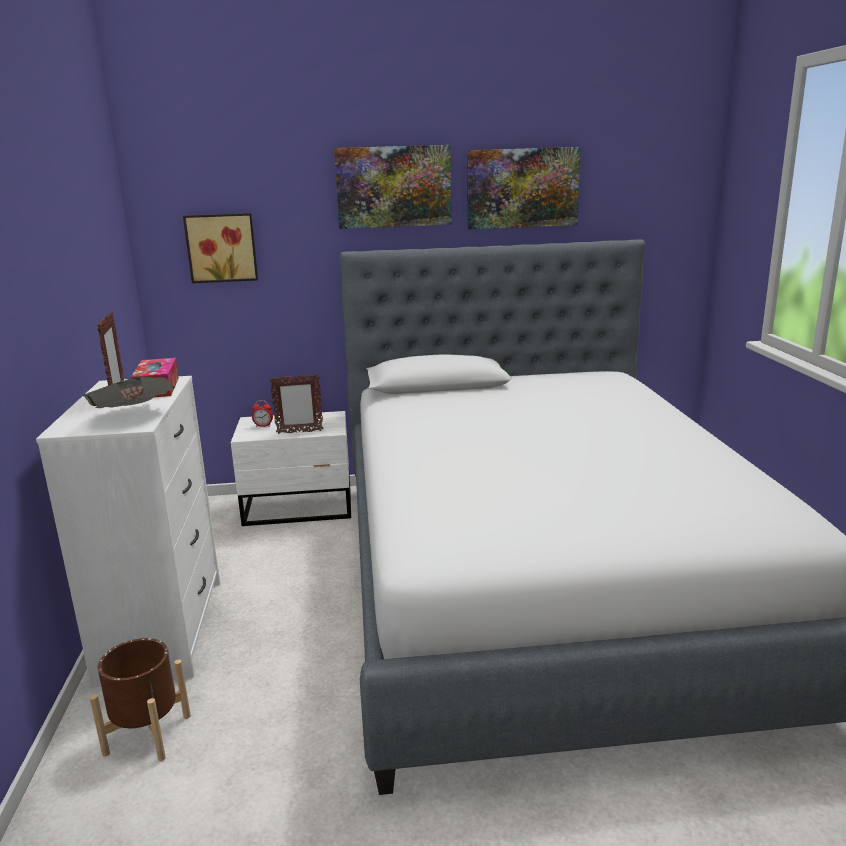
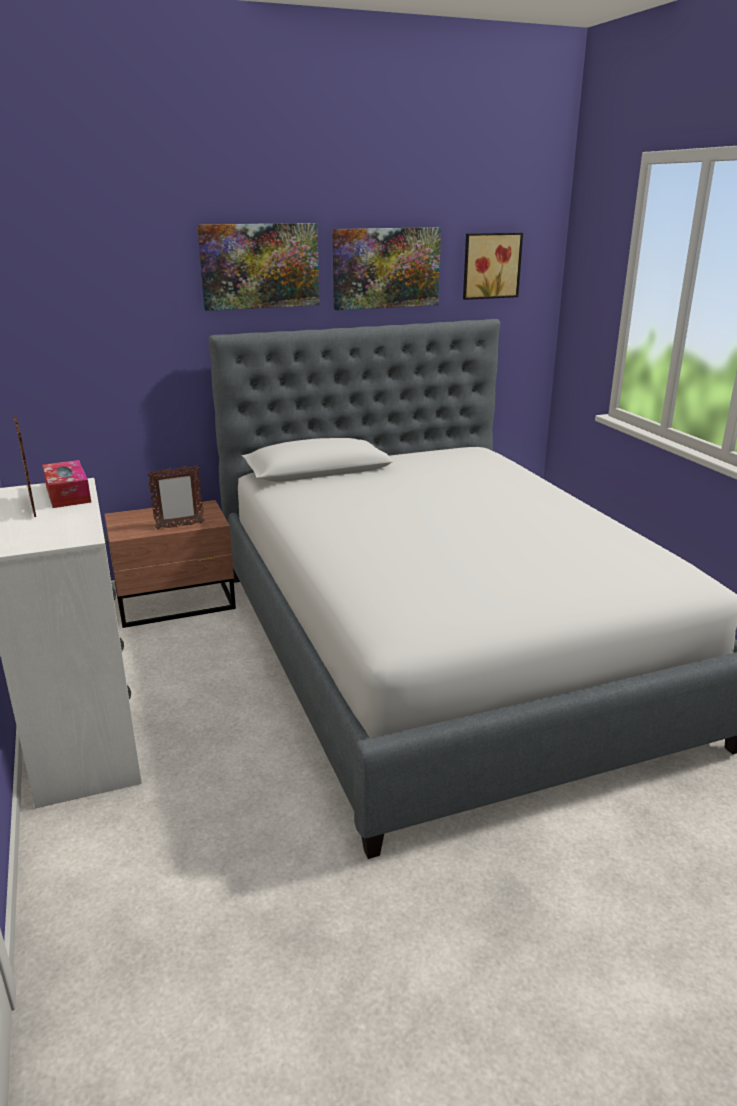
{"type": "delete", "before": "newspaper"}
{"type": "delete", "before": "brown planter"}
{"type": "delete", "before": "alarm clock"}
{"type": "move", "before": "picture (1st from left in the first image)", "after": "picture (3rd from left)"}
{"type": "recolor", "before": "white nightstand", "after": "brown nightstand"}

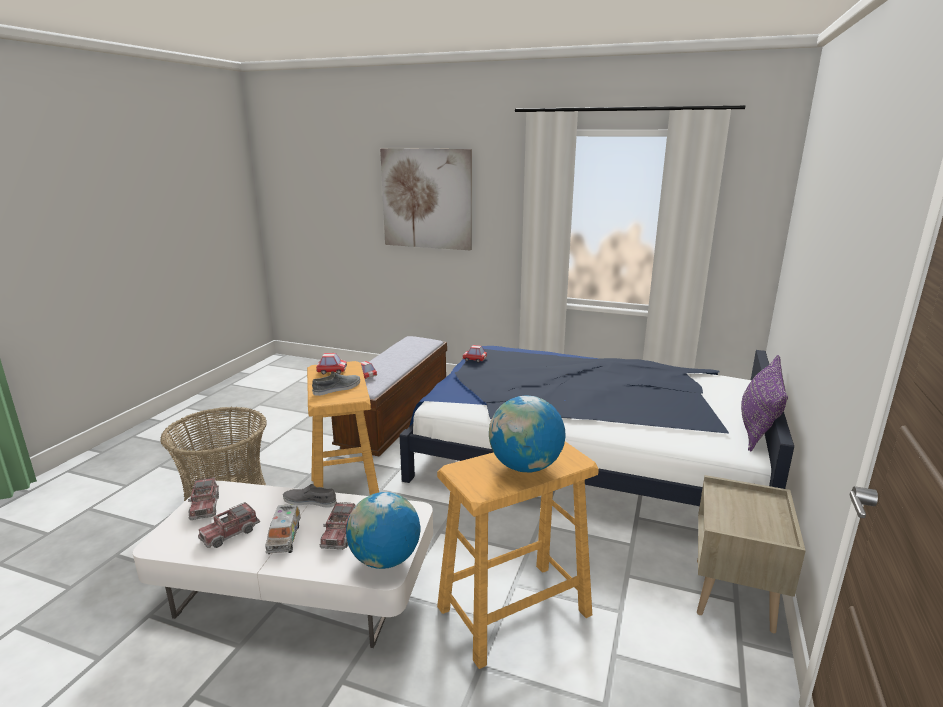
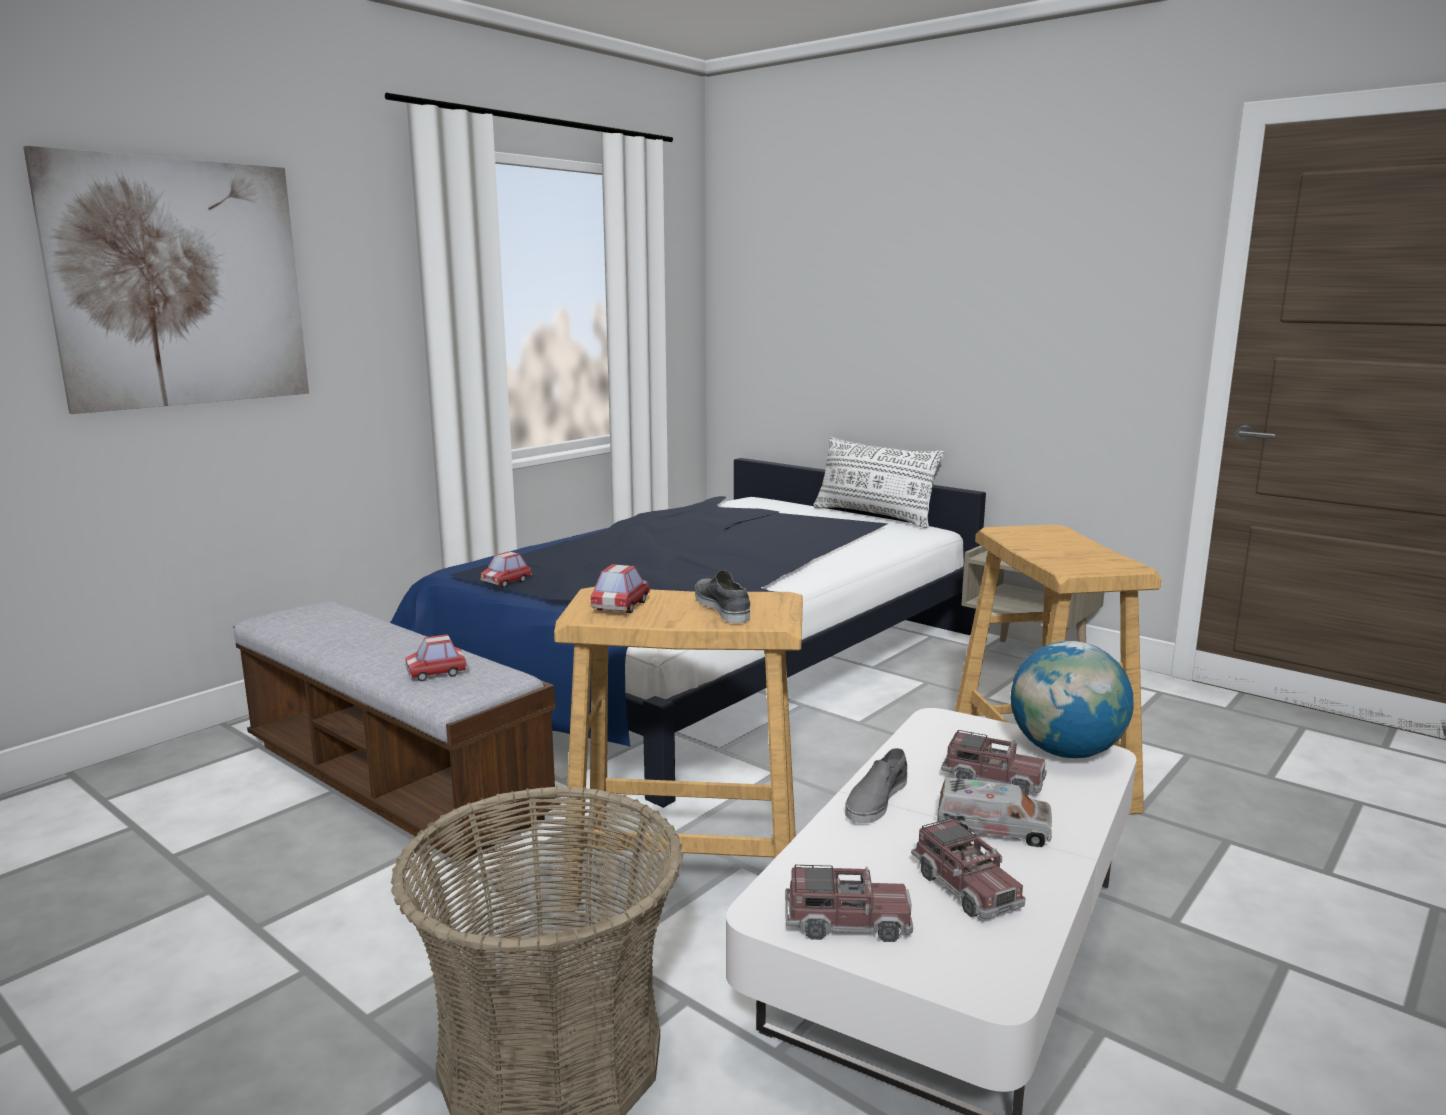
{"type": "delete", "before": "globe (2nd from left)"}
{"type": "recolor", "before": "purple pillow", "after": "white pillow"}

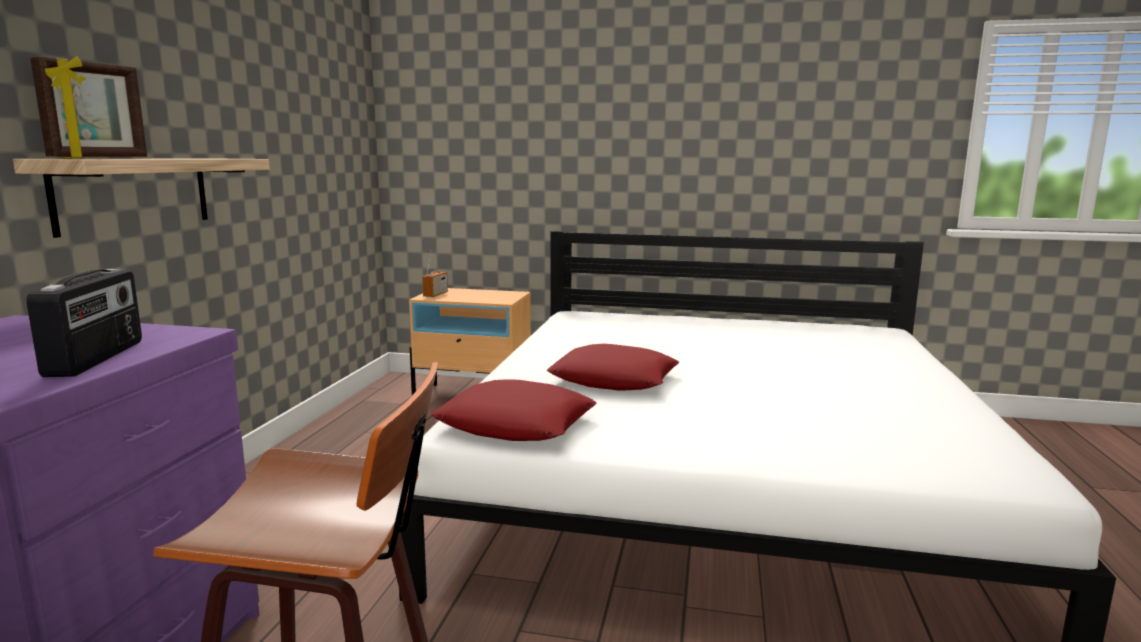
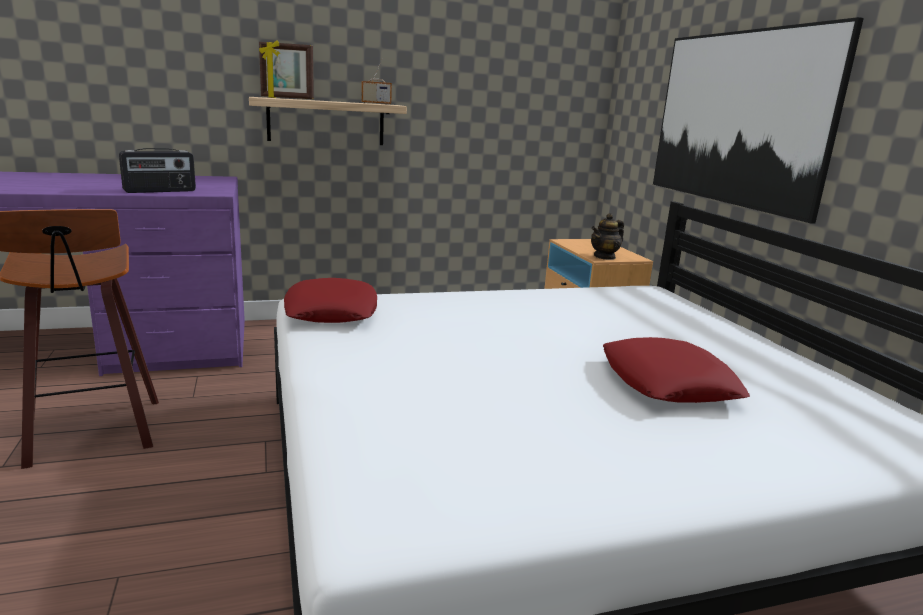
{"type": "insert", "after": "teapot"}
{"type": "insert", "after": "picture"}
{"type": "move", "before": "radio (2nd from left)"}
{"type": "move", "before": "red pillow (2nd from left)"}

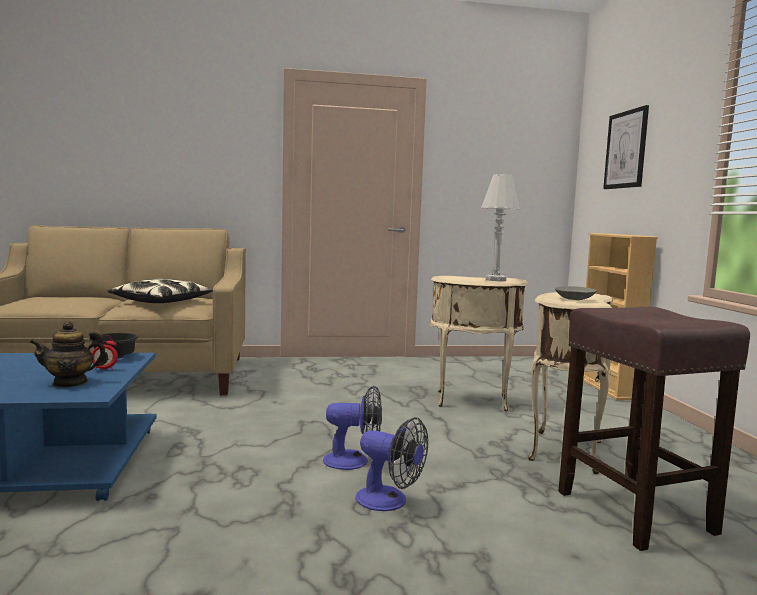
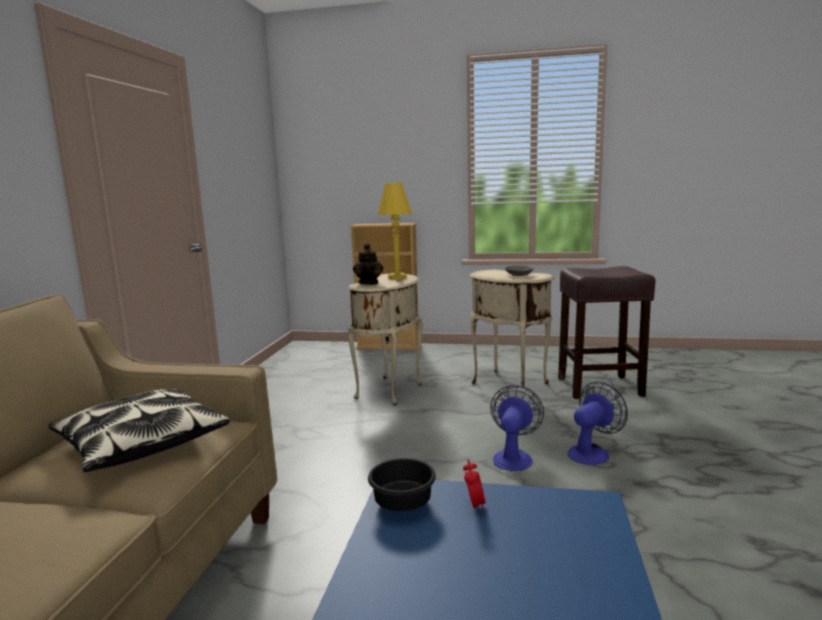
{"type": "delete", "before": "picture"}
{"type": "move", "before": "teapot"}
{"type": "recolor", "before": "white table lamp", "after": "yellow table lamp"}

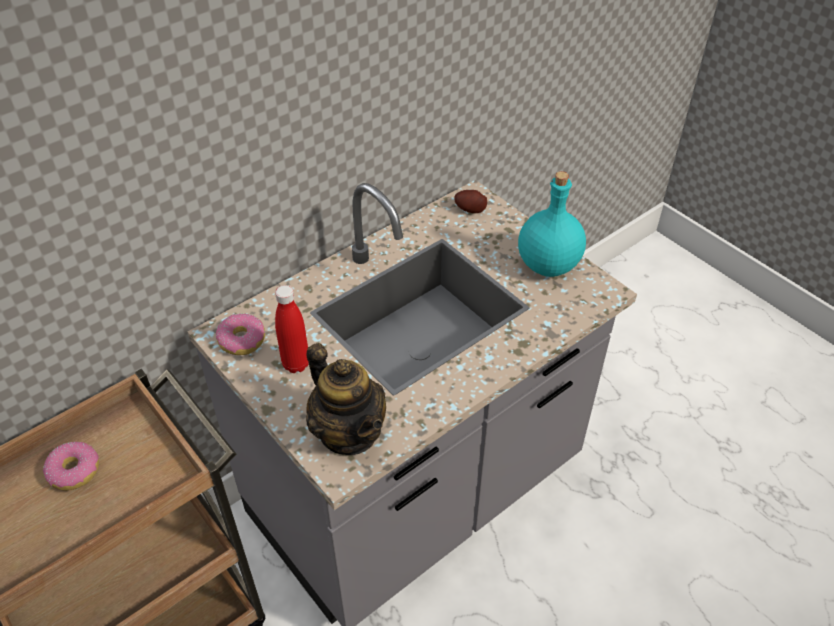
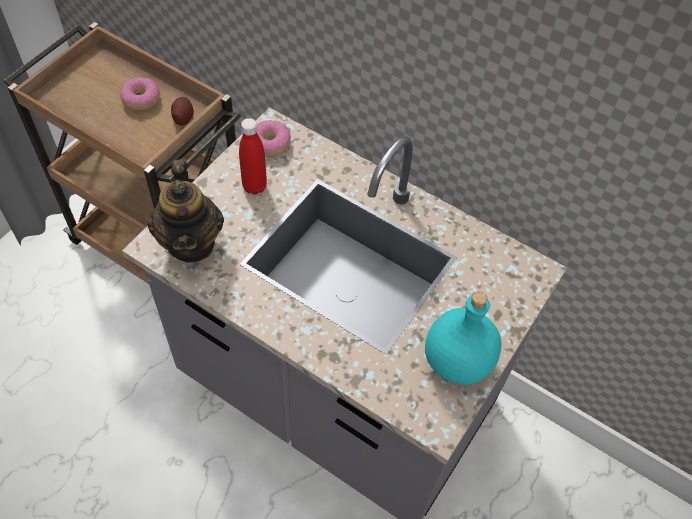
{"type": "move", "before": "potato"}
{"type": "rotate", "before": "teapot", "turn": -45}

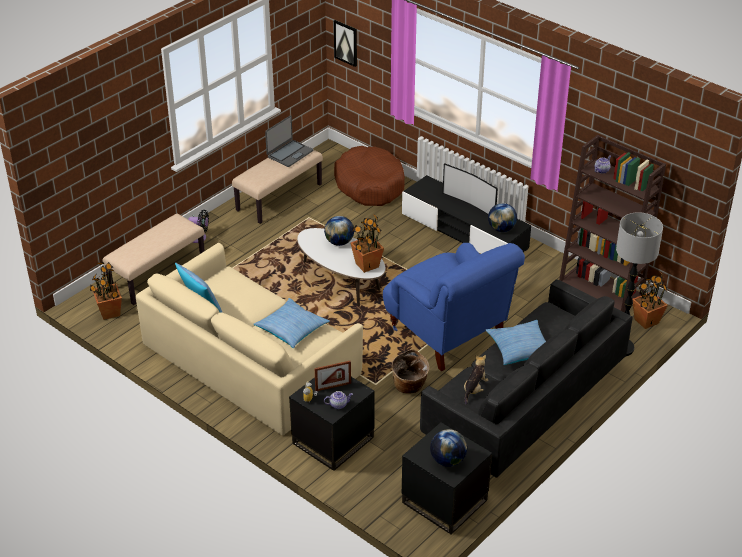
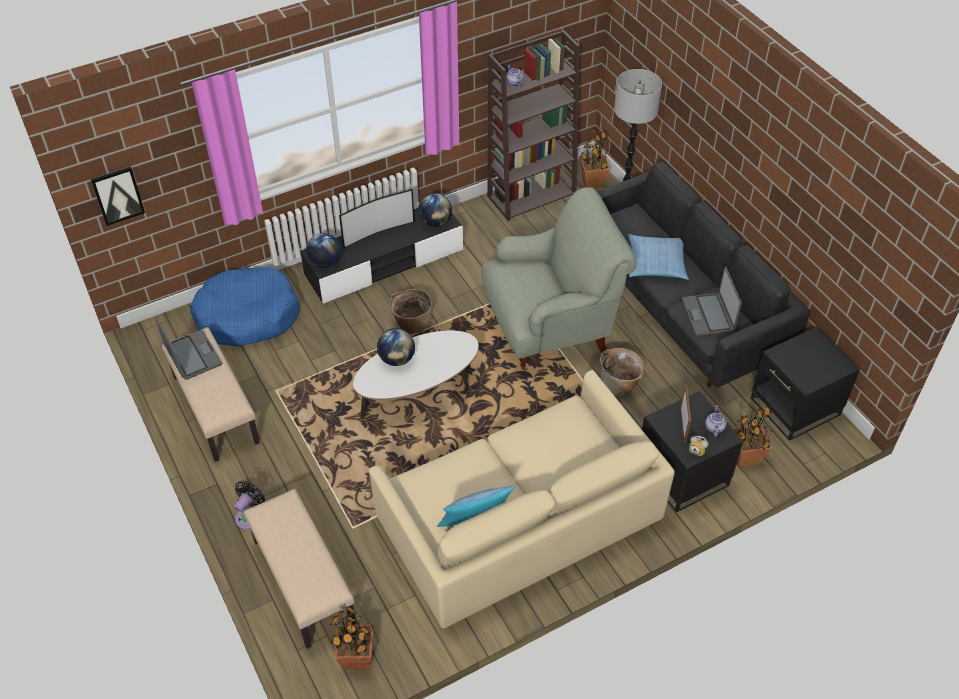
{"type": "delete", "before": "pillow (2nd from left)"}
{"type": "insert", "after": "basket (1st from left)"}
{"type": "move", "before": "potted plant (2nd from left in the first image)", "after": "potted plant (3rd from left)"}
{"type": "move", "before": "globe (2nd from left in the first image)", "after": "globe (1st from left)"}
{"type": "replace", "before": "plush toy", "after": "laptop (2nd from left)"}
{"type": "recolor", "before": "brown dog bed", "after": "blue dog bed"}
{"type": "recolor", "before": "blue armchair", "after": "grey armchair"}

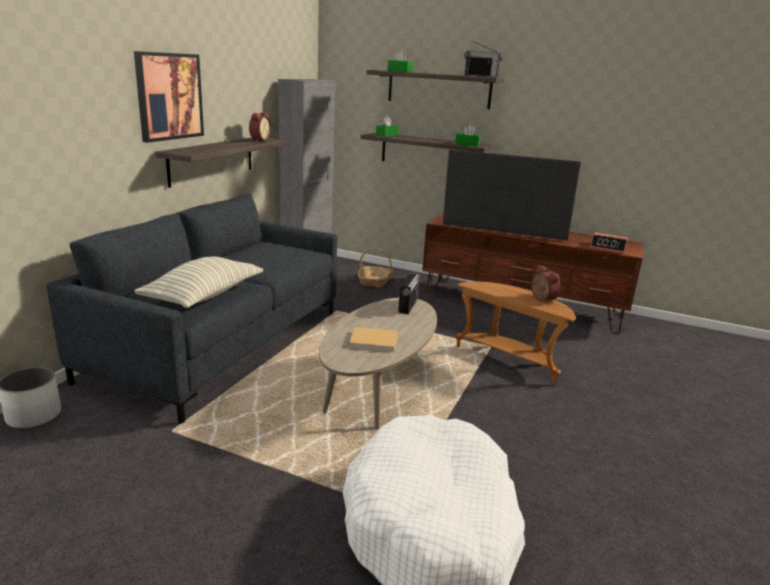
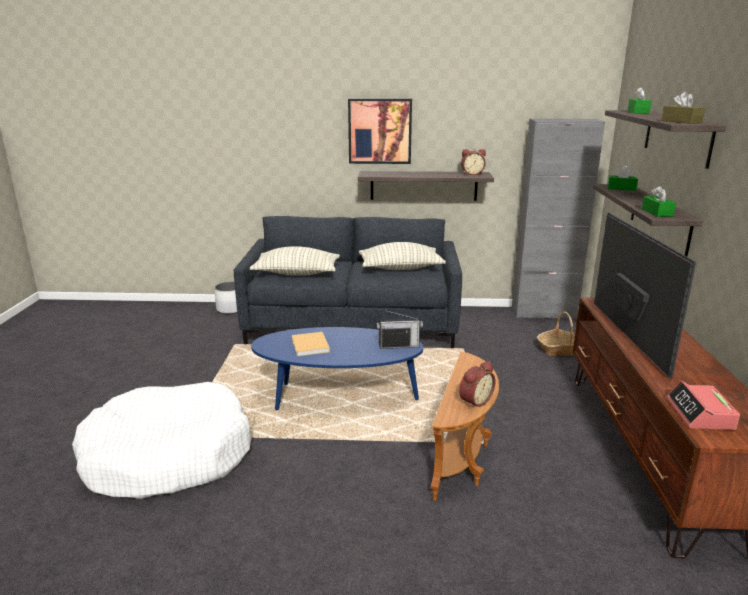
{"type": "insert", "after": "pillow (2nd from left)"}
{"type": "replace", "before": "radio (2nd from left)", "after": "brown tissue box"}
{"type": "recolor", "before": "beige coffee table", "after": "blue coffee table"}

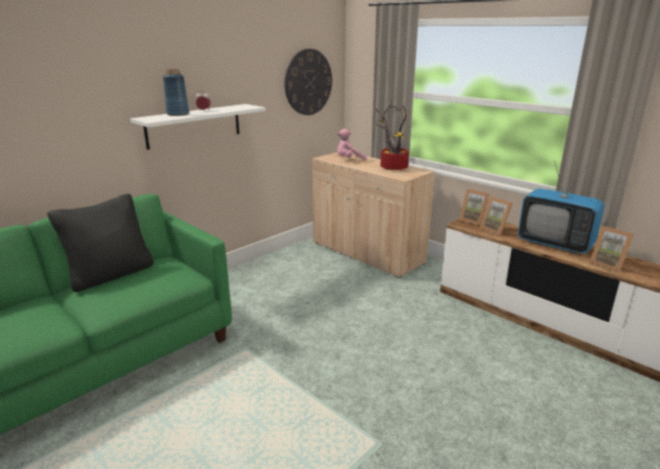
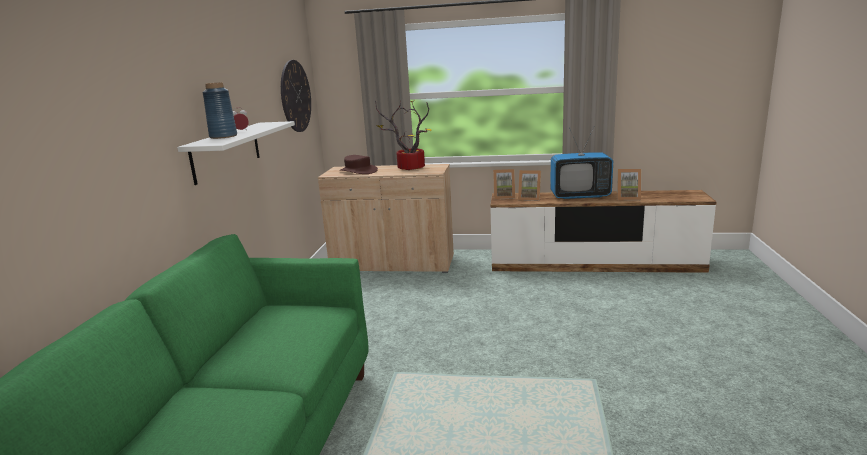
{"type": "delete", "before": "black pillow"}
{"type": "replace", "before": "pink plush toy", "after": "brown hat"}

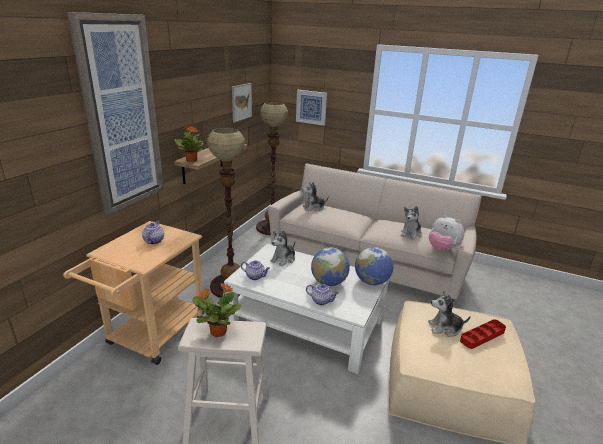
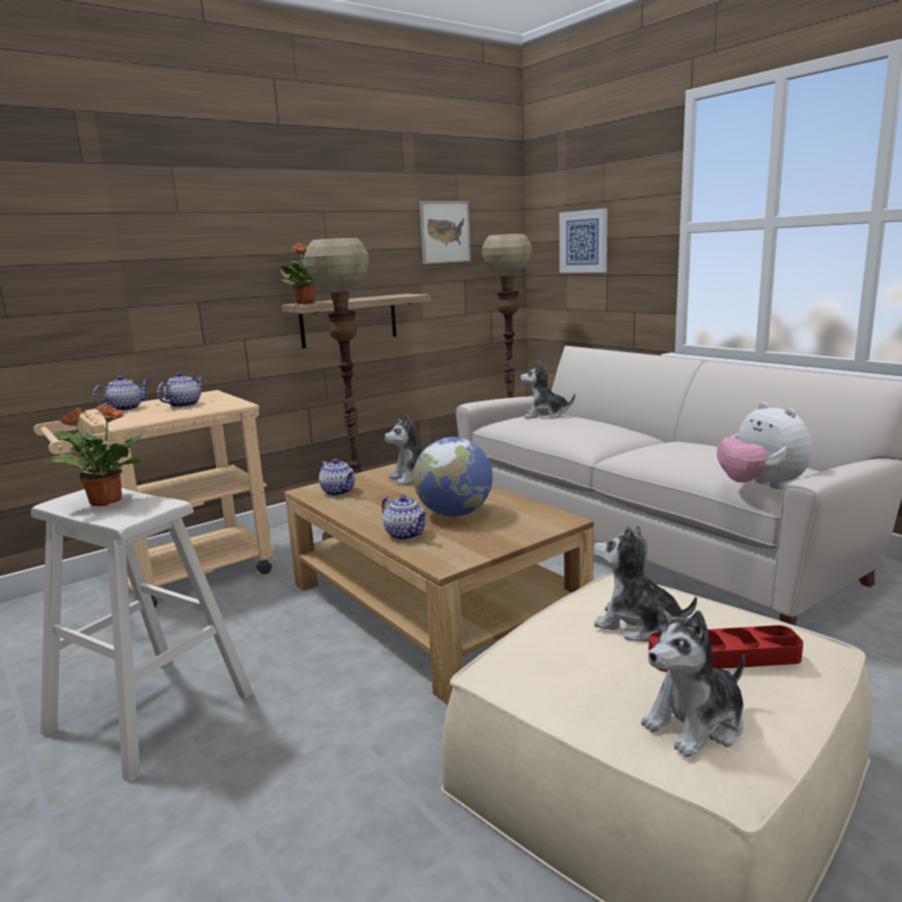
{"type": "delete", "before": "picture (1st from left)"}
{"type": "delete", "before": "globe (2nd from left)"}
{"type": "insert", "after": "teapot (1st from left)"}
{"type": "move", "before": "plush toy (3rd from left in the first image)", "after": "plush toy (4th from left)"}
{"type": "recolor", "before": "white coffee table", "after": "brown coffee table"}

